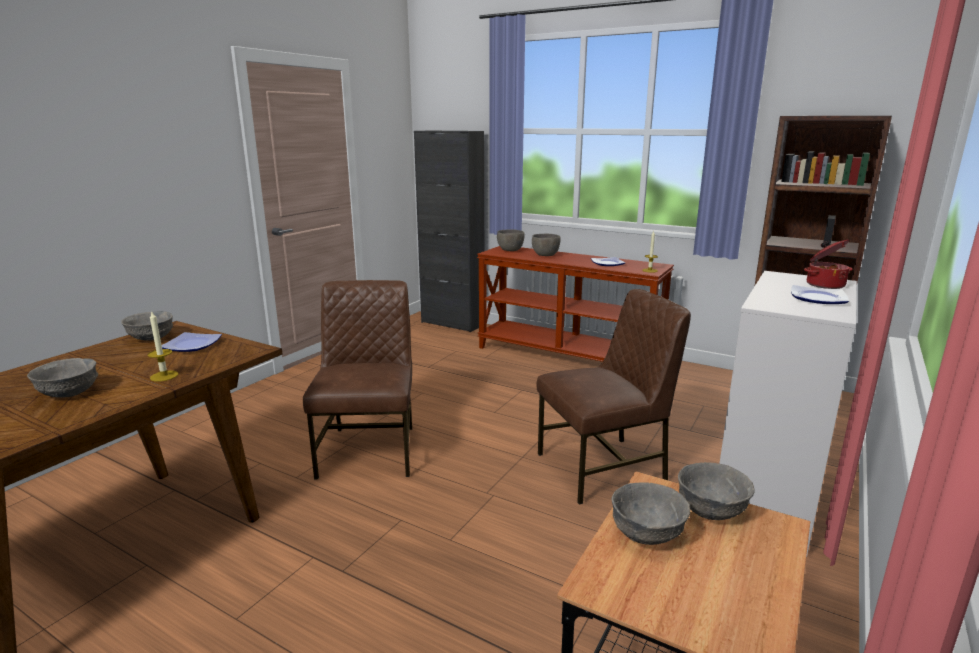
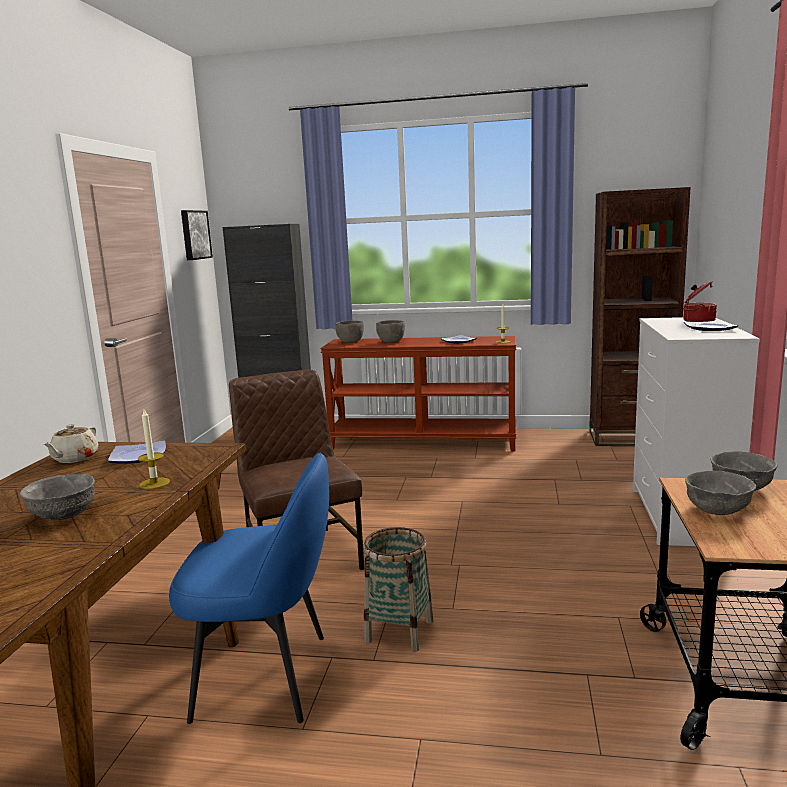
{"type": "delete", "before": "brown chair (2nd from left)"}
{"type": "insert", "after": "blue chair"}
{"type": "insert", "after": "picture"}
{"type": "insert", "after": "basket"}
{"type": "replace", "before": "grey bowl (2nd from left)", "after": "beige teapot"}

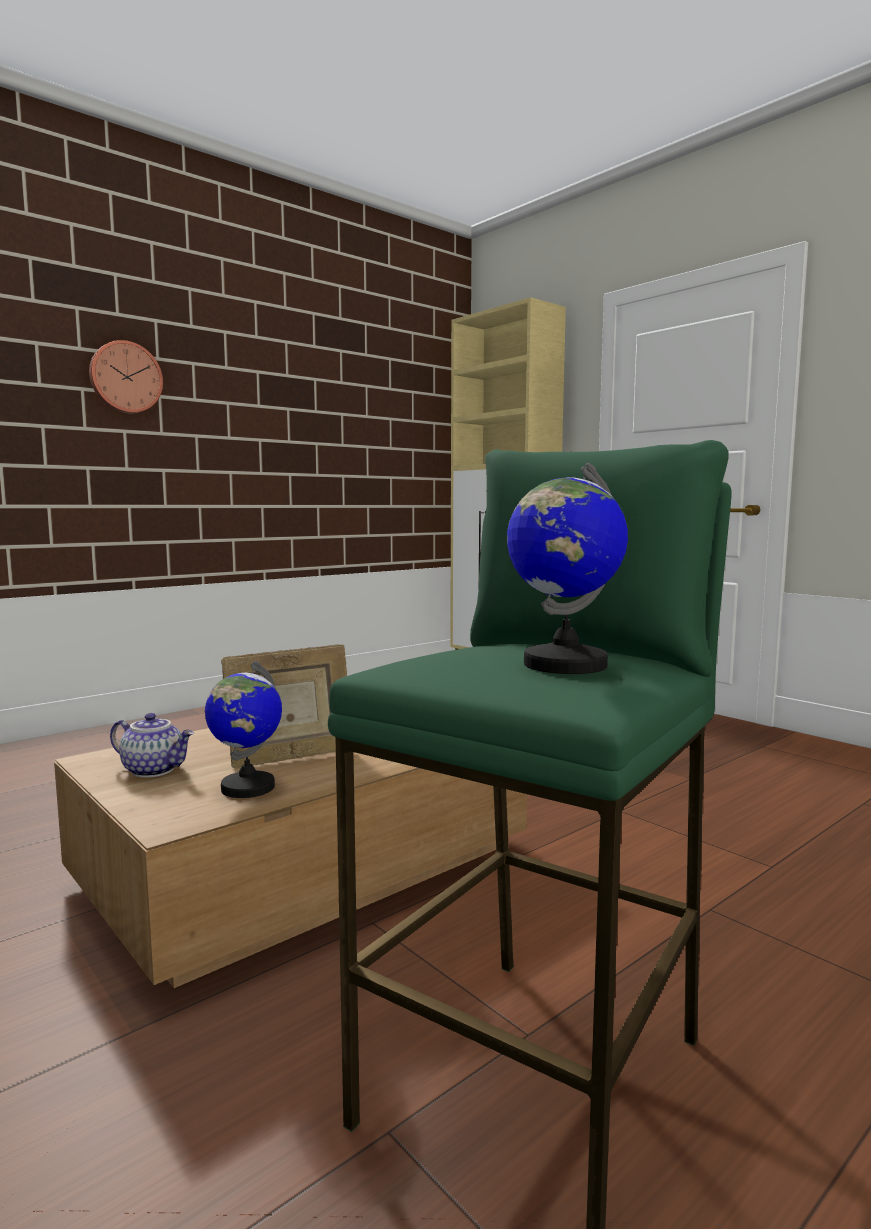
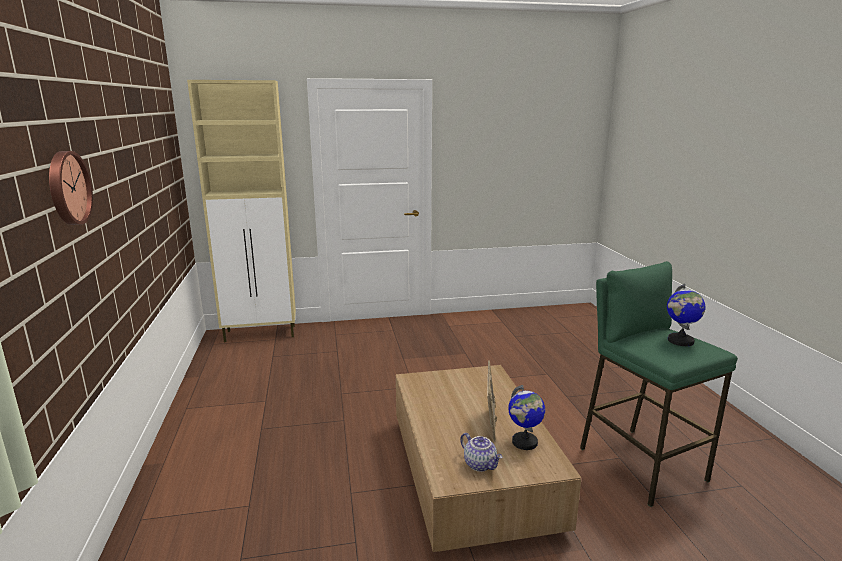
{"type": "rotate", "before": "teapot", "turn": 90}

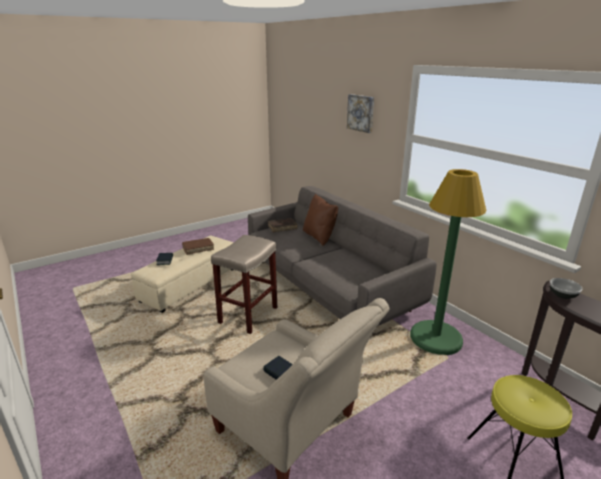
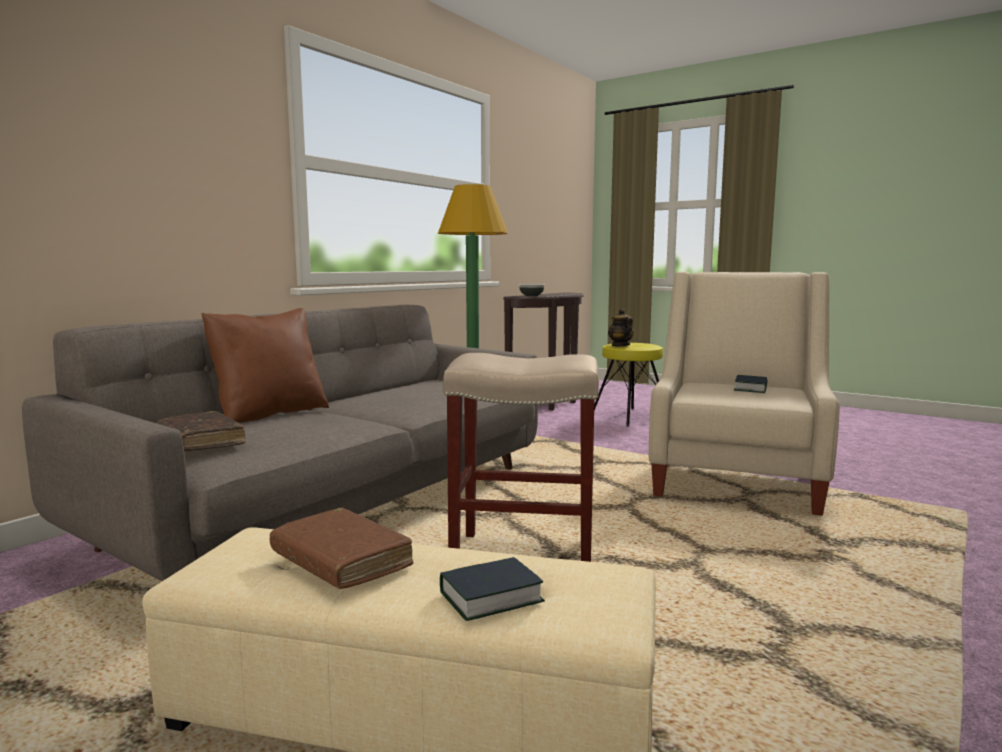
{"type": "delete", "before": "picture"}
{"type": "insert", "after": "teapot"}

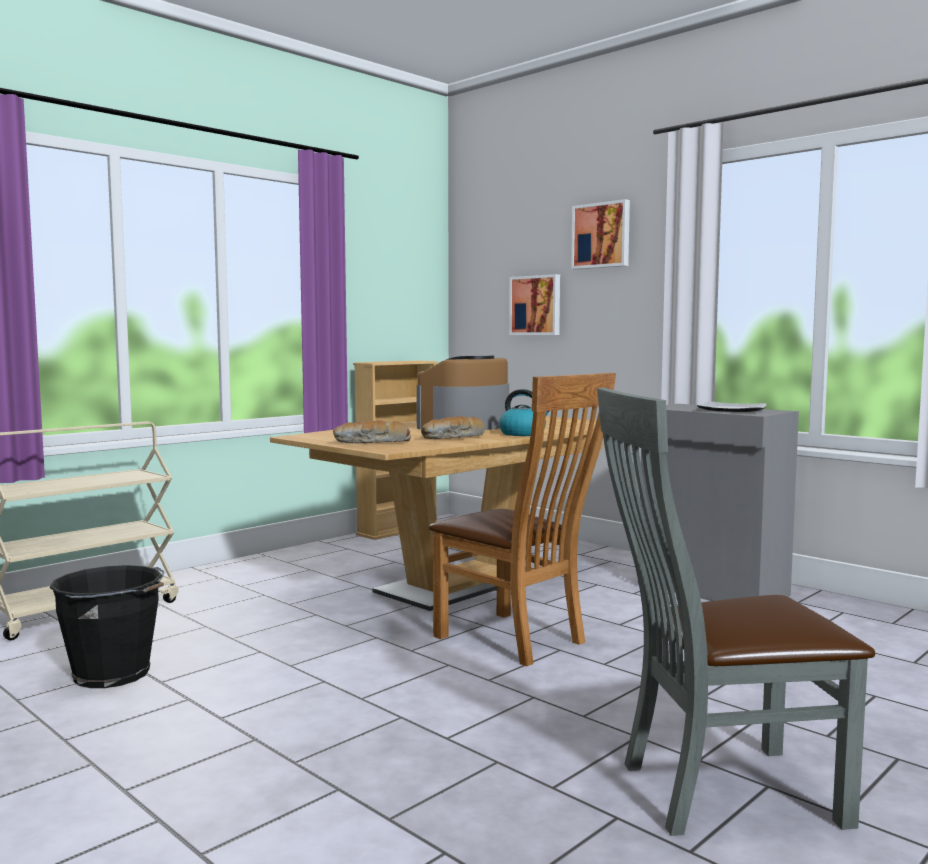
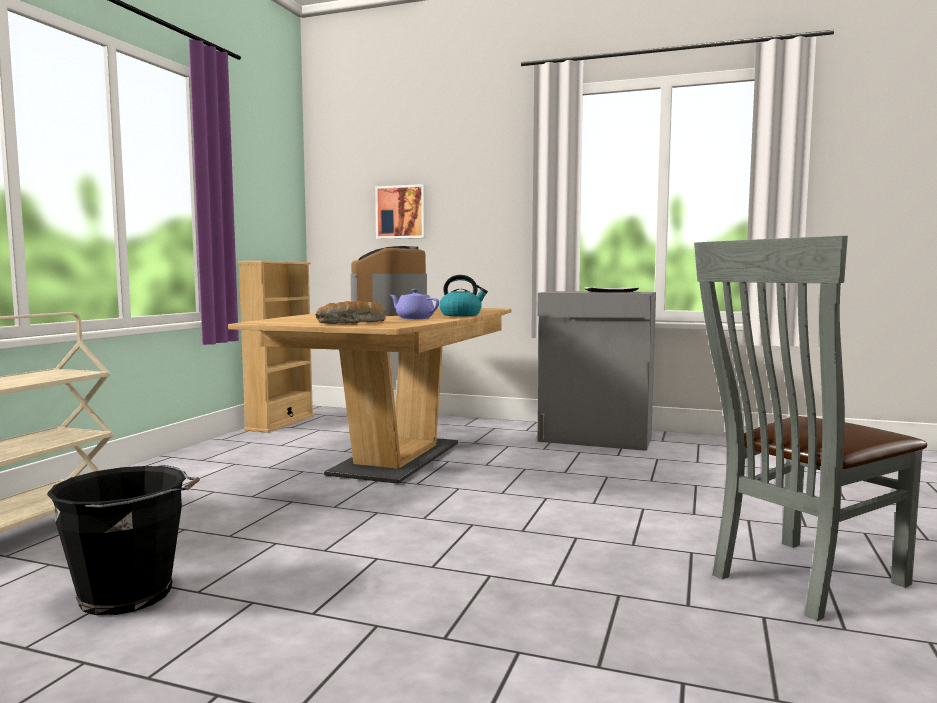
{"type": "delete", "before": "brown chair"}
{"type": "delete", "before": "picture (2nd from left)"}
{"type": "replace", "before": "bread (2nd from left)", "after": "purple teapot"}

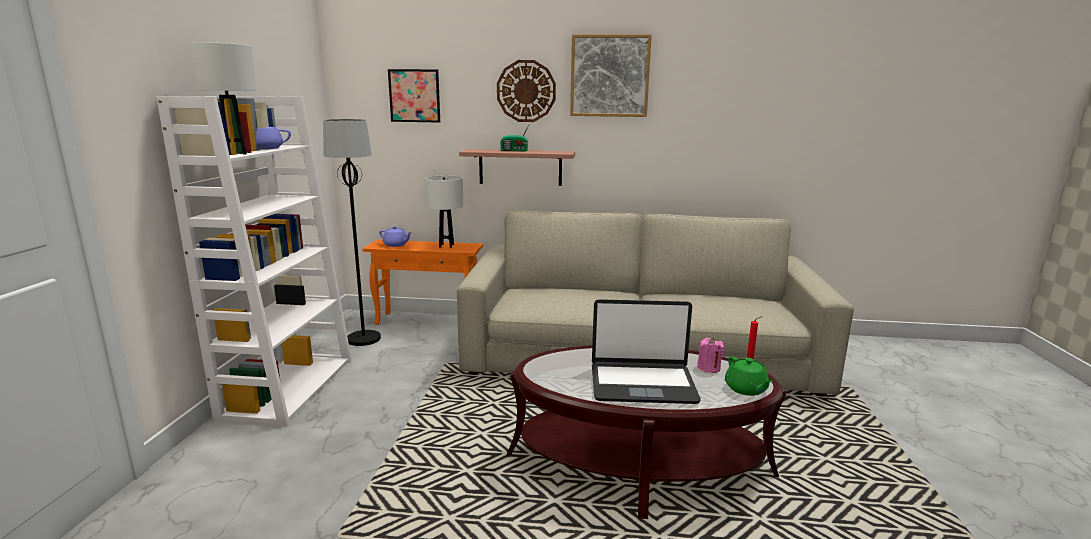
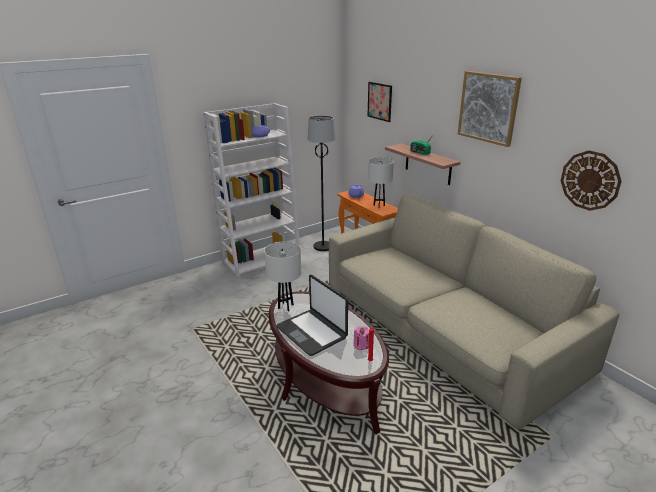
{"type": "delete", "before": "green teapot"}
{"type": "move", "before": "white table lamp (1st from left)"}
{"type": "move", "before": "wall clock"}

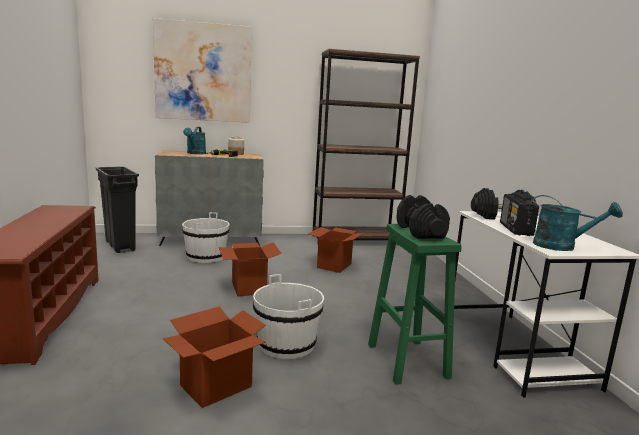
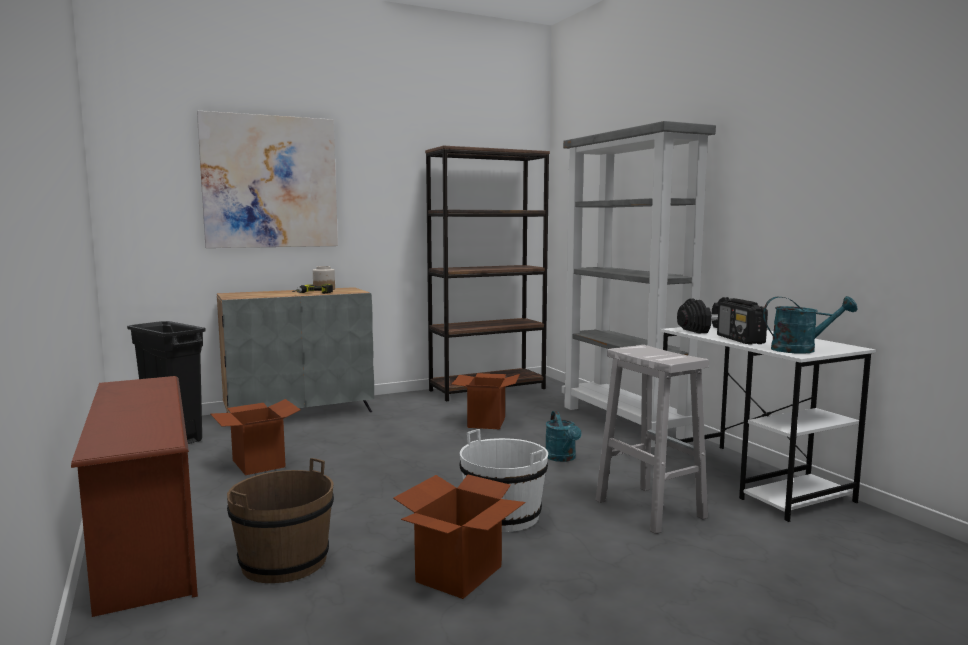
{"type": "delete", "before": "white bucket (1st from left)"}
{"type": "delete", "before": "black dumbbell (1st from left)"}
{"type": "insert", "after": "brown bucket"}
{"type": "insert", "after": "grey bookcase"}
{"type": "move", "before": "turquoise watering can (1st from left)"}
{"type": "move", "before": "cardboard box (2nd from left in the first image)", "after": "cardboard box (1st from left)"}
{"type": "recolor", "before": "green stool", "after": "white stool"}

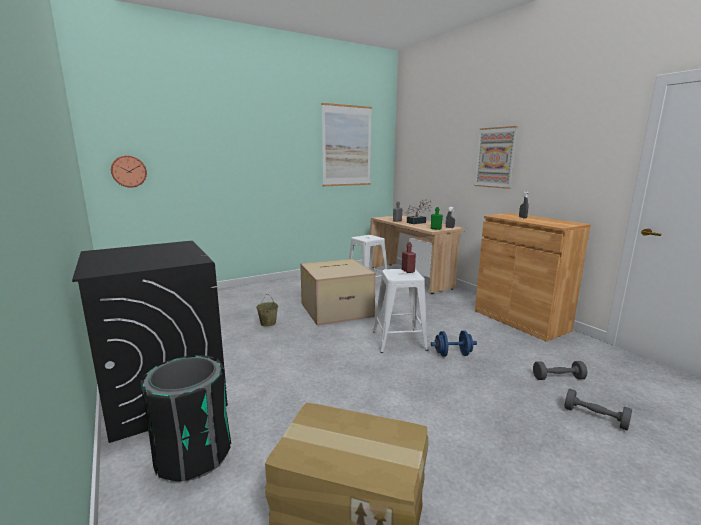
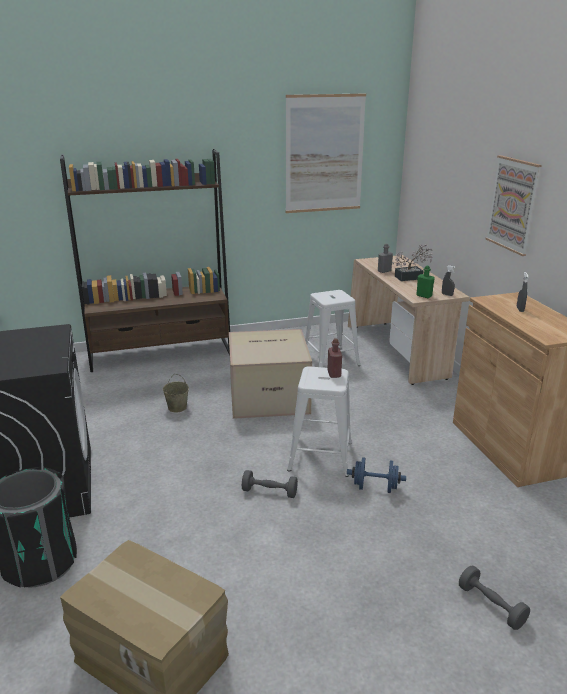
{"type": "delete", "before": "wall clock"}
{"type": "insert", "after": "brown bookcase"}
{"type": "move", "before": "grey dumbbell (1st from left)"}

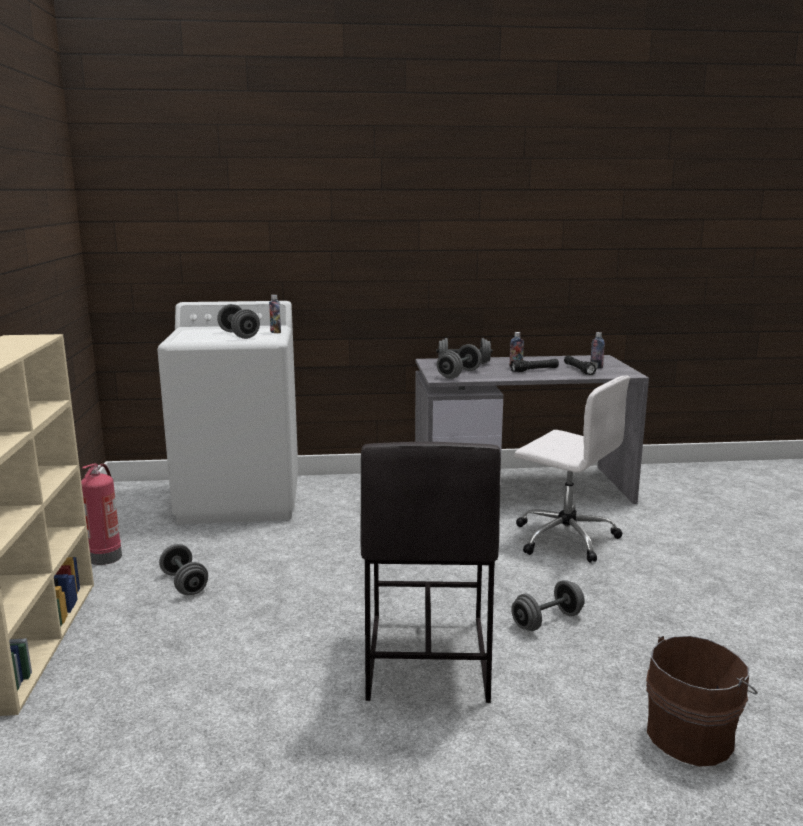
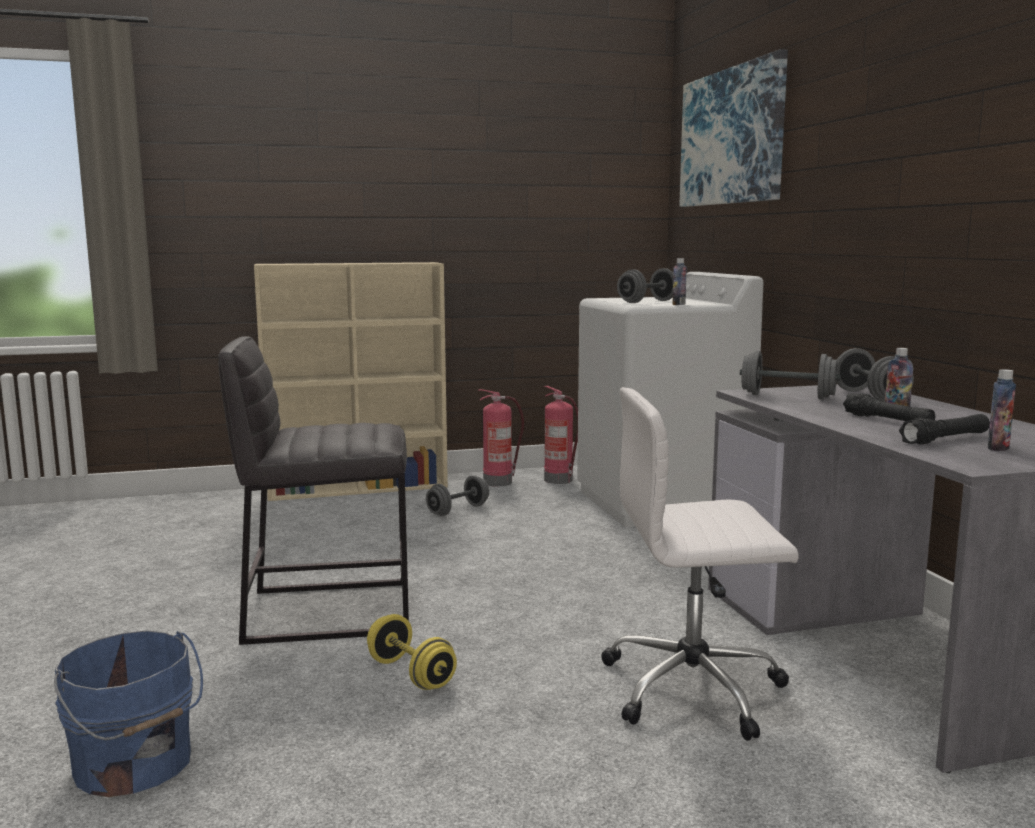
{"type": "insert", "after": "fire extinguisher (2nd from left)"}
{"type": "insert", "after": "picture"}
{"type": "recolor", "before": "grey dumbbell (5th from left)", "after": "yellow dumbbell"}
{"type": "recolor", "before": "brown bucket", "after": "blue bucket"}
{"type": "rotate", "before": "white office chair", "turn": 60}

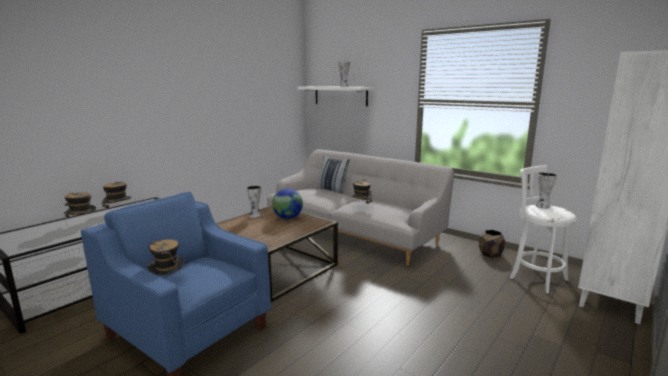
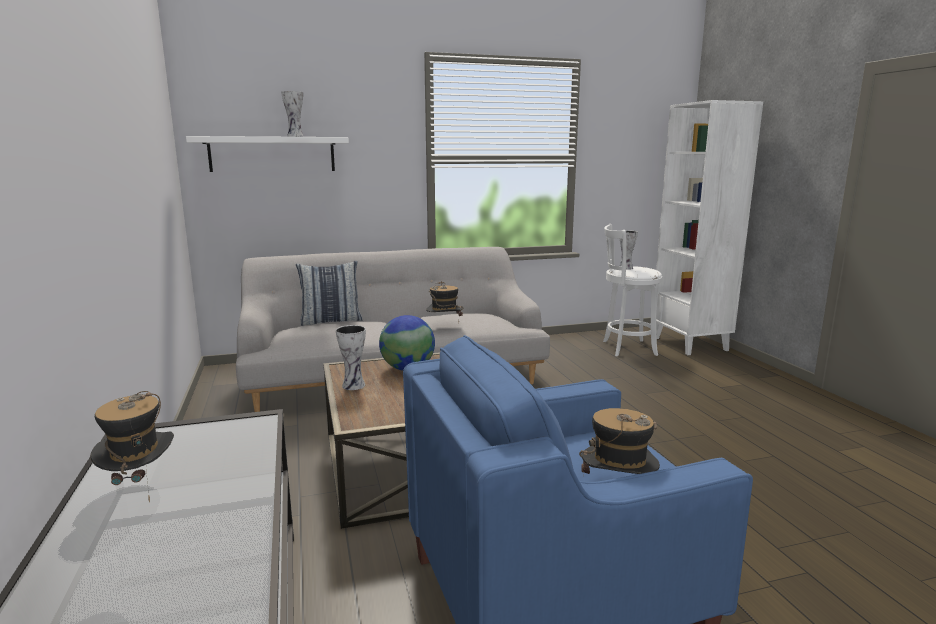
{"type": "delete", "before": "hat (1st from left)"}
{"type": "delete", "before": "brown planter"}

